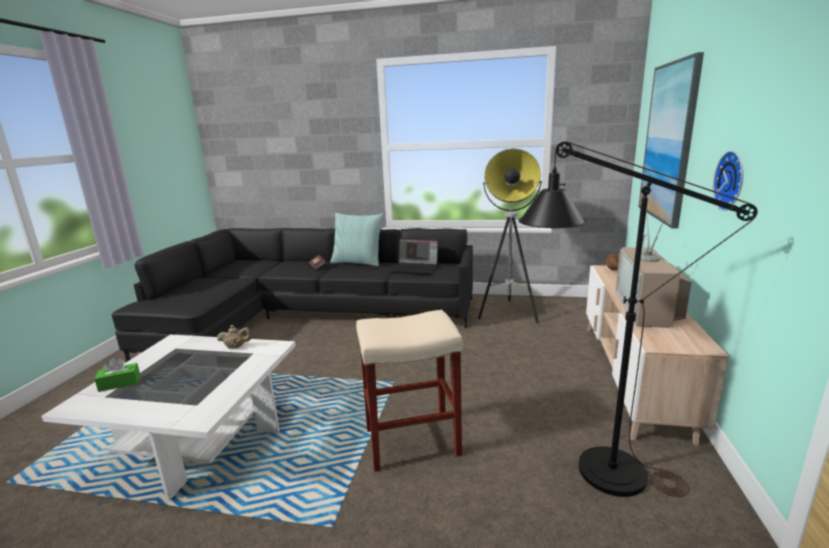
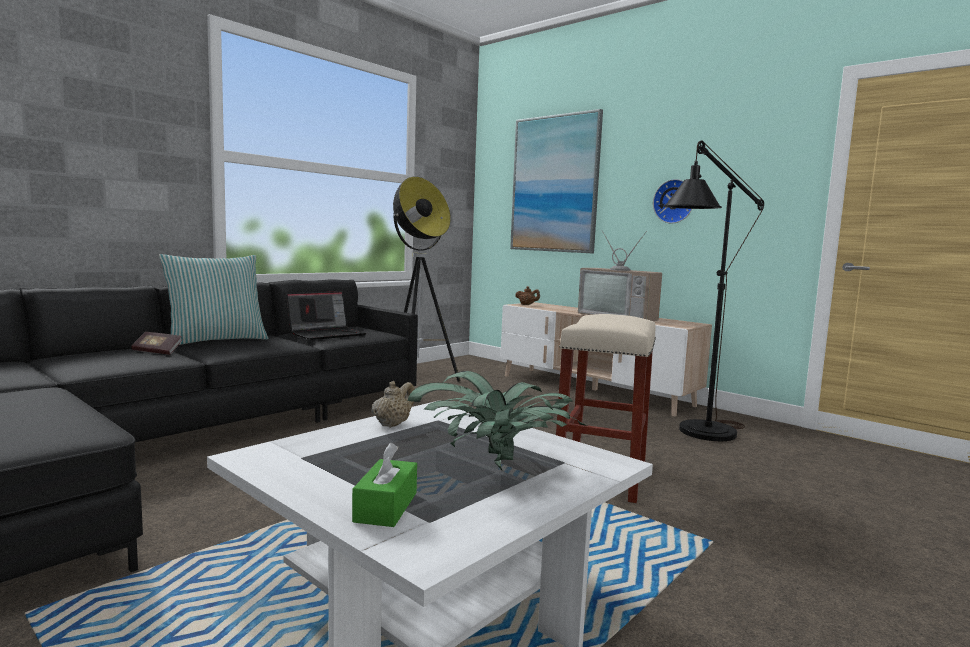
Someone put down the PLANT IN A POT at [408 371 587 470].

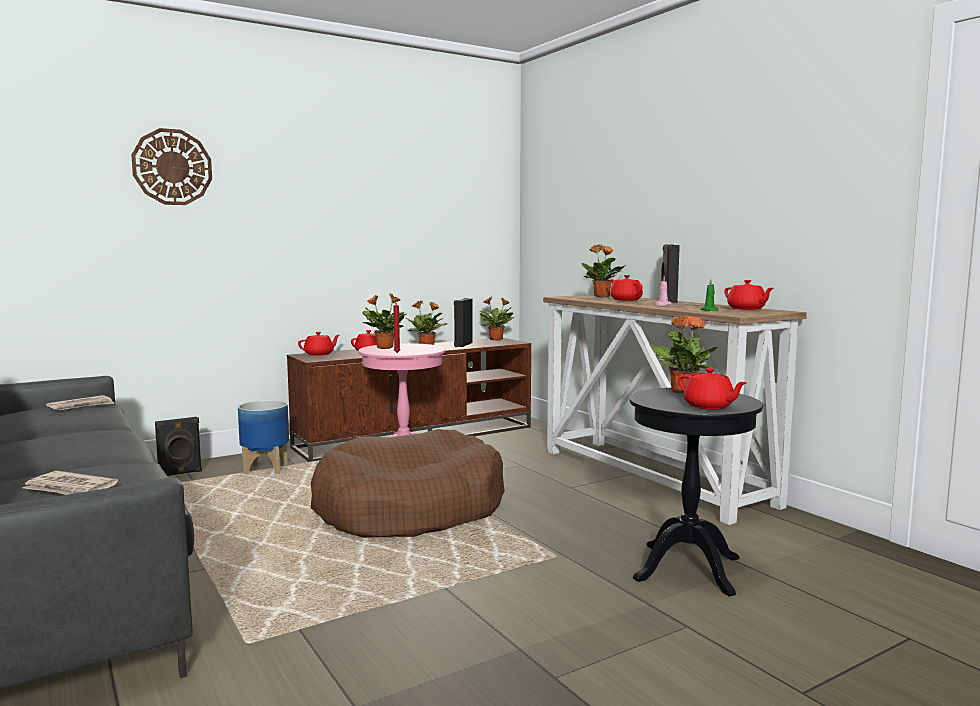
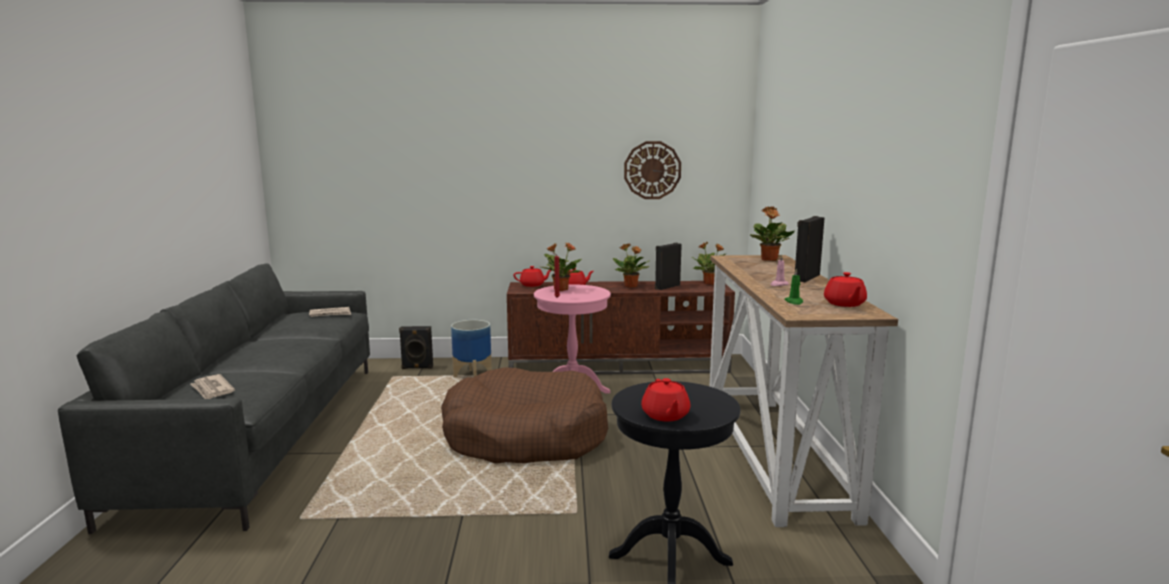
Someone carried the WALL CLOCK from [131 128 212 205] to [624 141 681 199].
Someone took away the RED-COLOURED TEAPOT at [610 275 643 301].
Someone took away the PLANT IN A POT at [649 316 718 393].

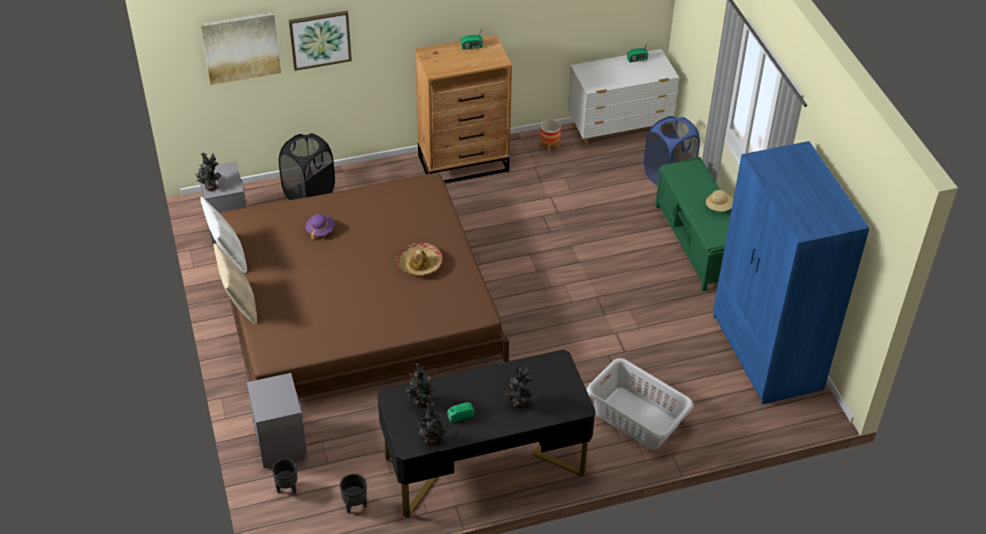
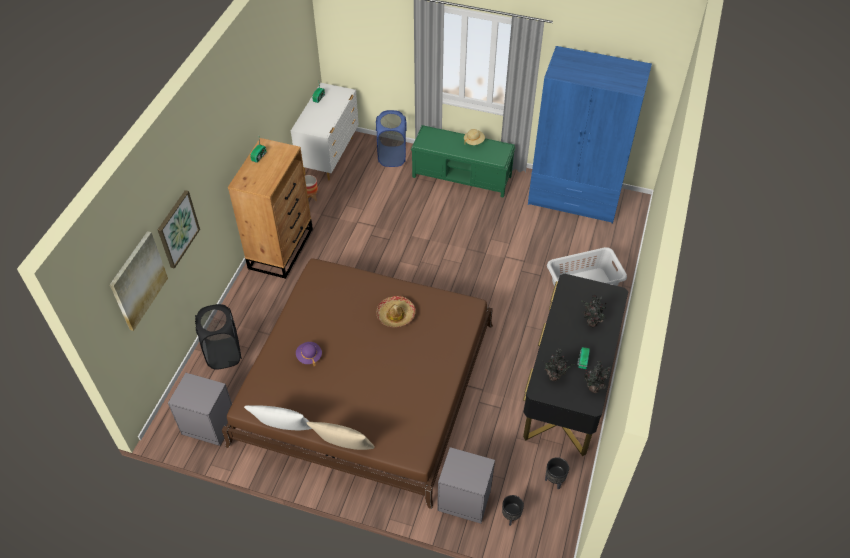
Someone took away the PLANT IN A POT at [195 152 221 191].

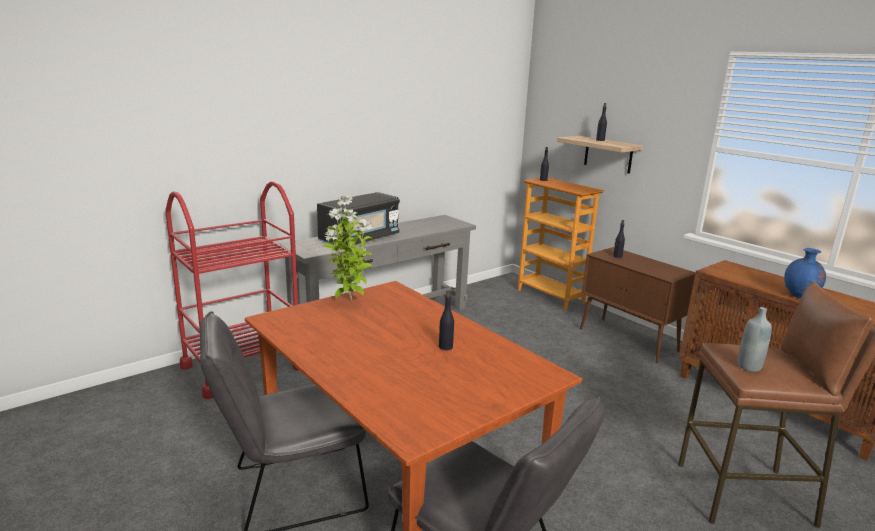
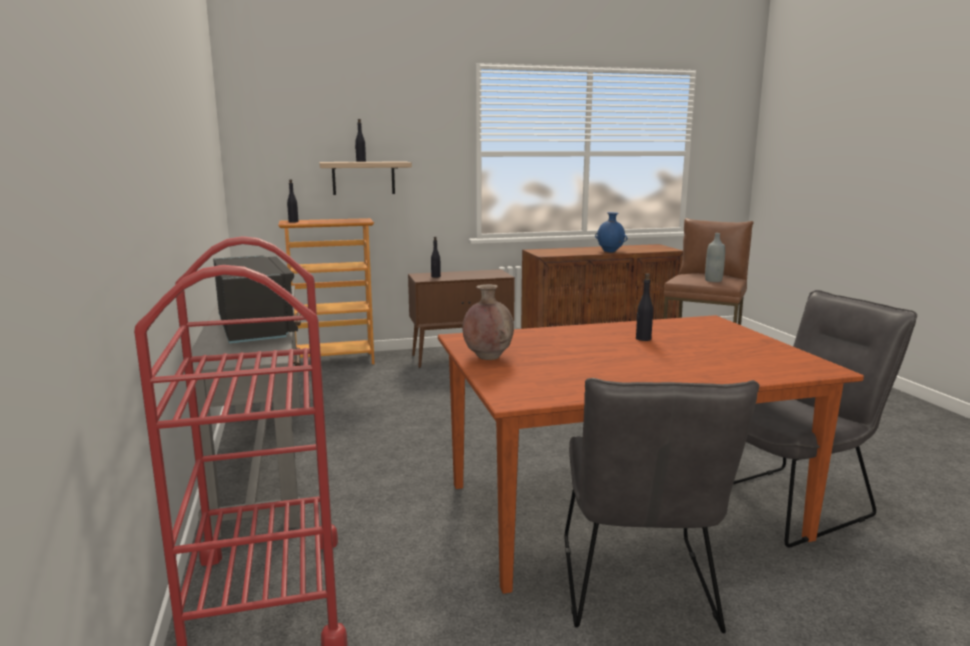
Someone swapped the PLANT IN A POT at [323 195 374 301] for the BROWN-COLOURED DECORATIVE VASE at [462 284 514 360].

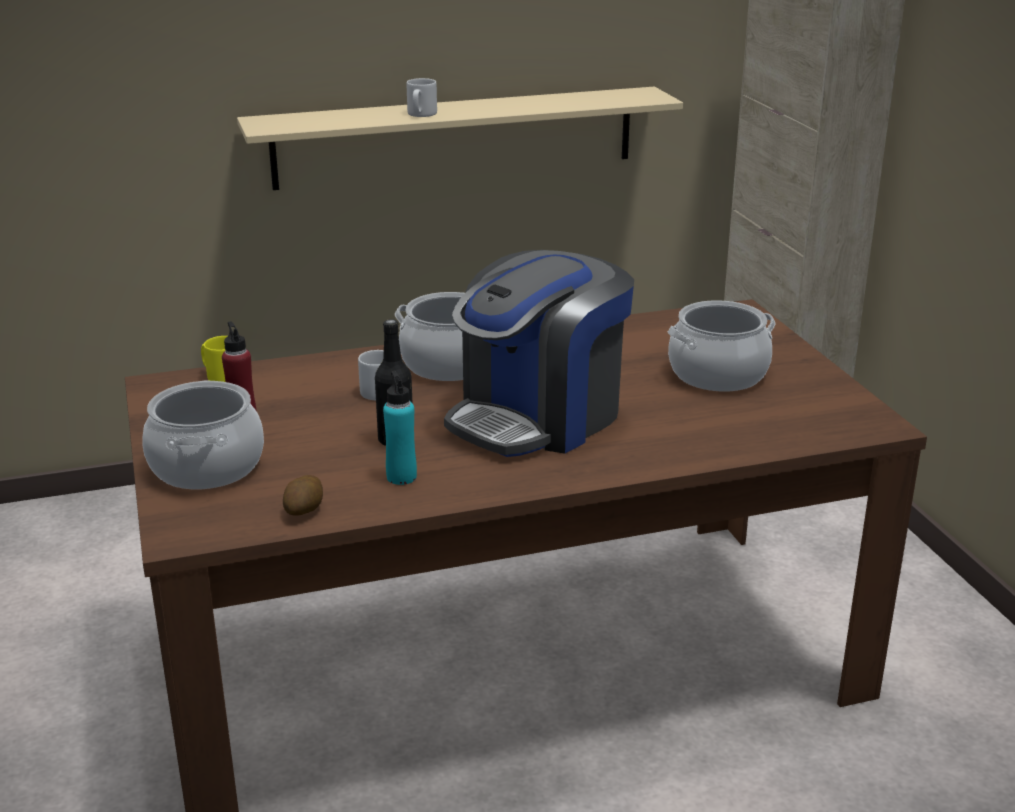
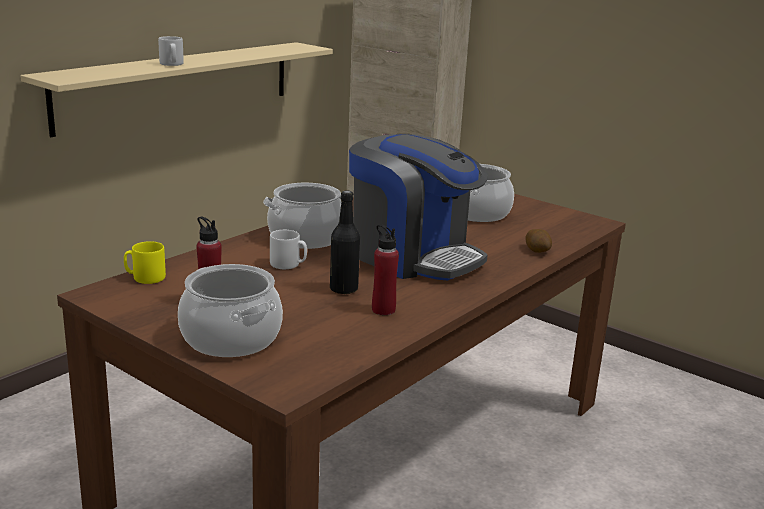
Someone rotated the COFFEE MAKER at [444 250 634 457] by 60 degrees counterclockwise.
Someone repainted the TURQUOISE-COLOURED BEVERAGE BOTTLE at [383 371 417 485], which became the RED-COLOURED BEVERAGE BOTTLE at [372 224 399 315].
Someone carried the WHOLE POTATO from [283 475 323 516] to [525 229 552 253].

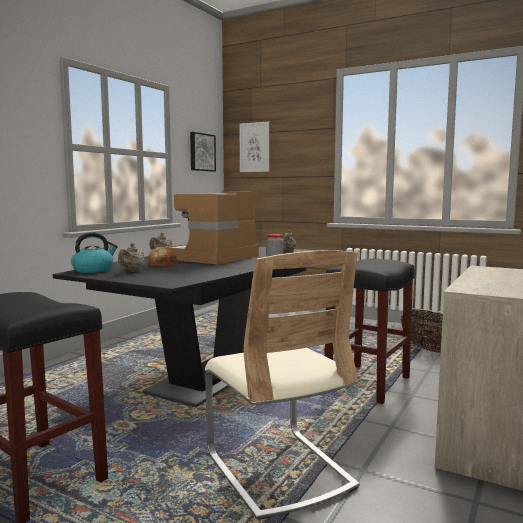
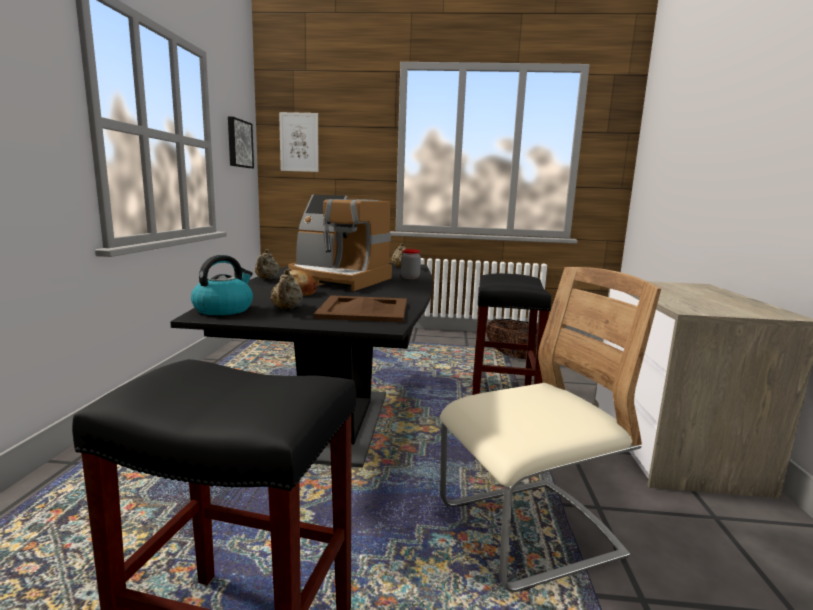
Someone rotated the COFFEE MAKER at [166 190 259 264] by 75 degrees counterclockwise.
Someone rotated the BEIGE PLAIN CHAIR at [205 250 360 520] by 60 degrees counterclockwise.
Someone put down the BROWN-COLOURED CARRYING TRAY at [313 295 407 322].

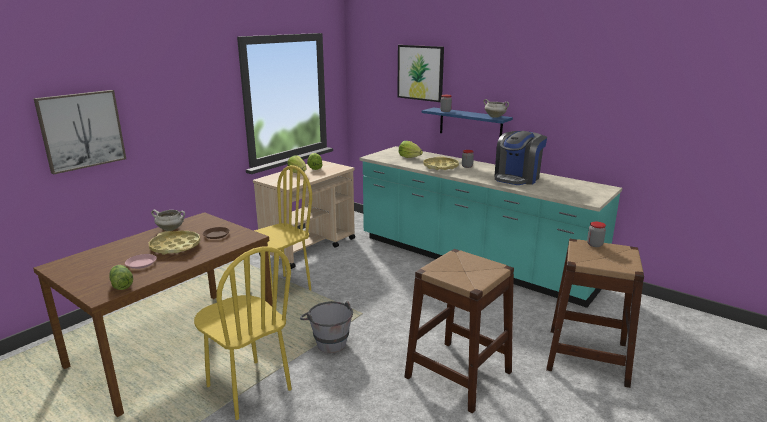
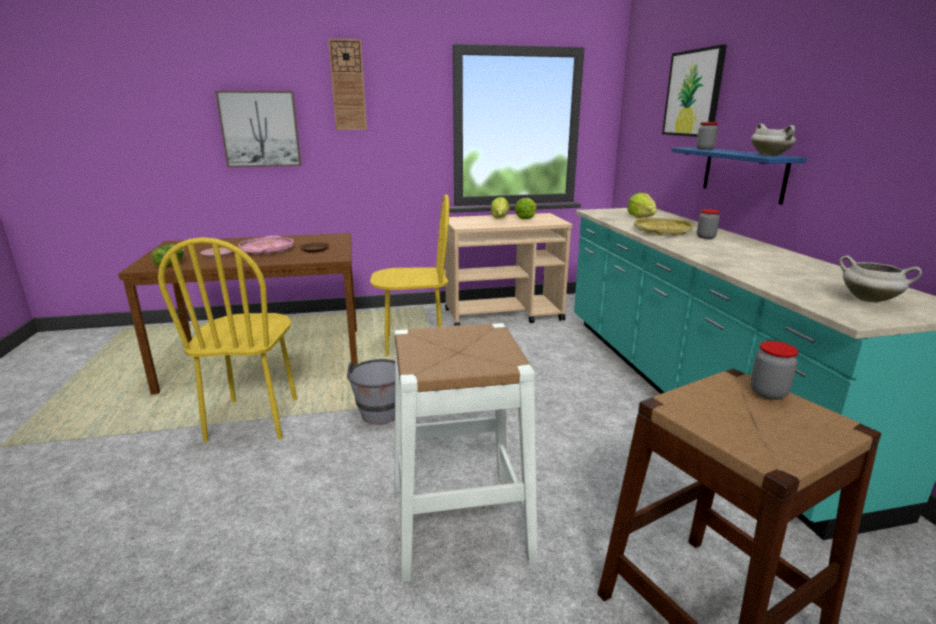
Someone took away the COFFEE MAKER at [494 131 547 185].
Someone carried the WHITE COOKING POT from [151 210 185 231] to [839 256 922 303].
Someone repainted the YELLOW CARRYING TRAY at [149 231 200 255], which became the PINK-COLOURED CARRYING TRAY at [238 236 294 255].
Someone repainted the BROWN-COLOURED SITTING STOOL at [404 249 514 413], which became the WHITE SITTING STOOL at [394 323 538 582].
Someone put up the WALL CLOCK at [328 38 367 130].

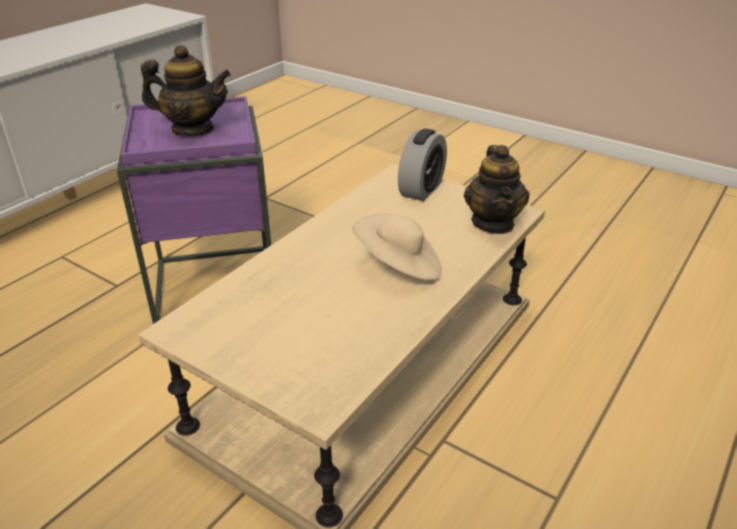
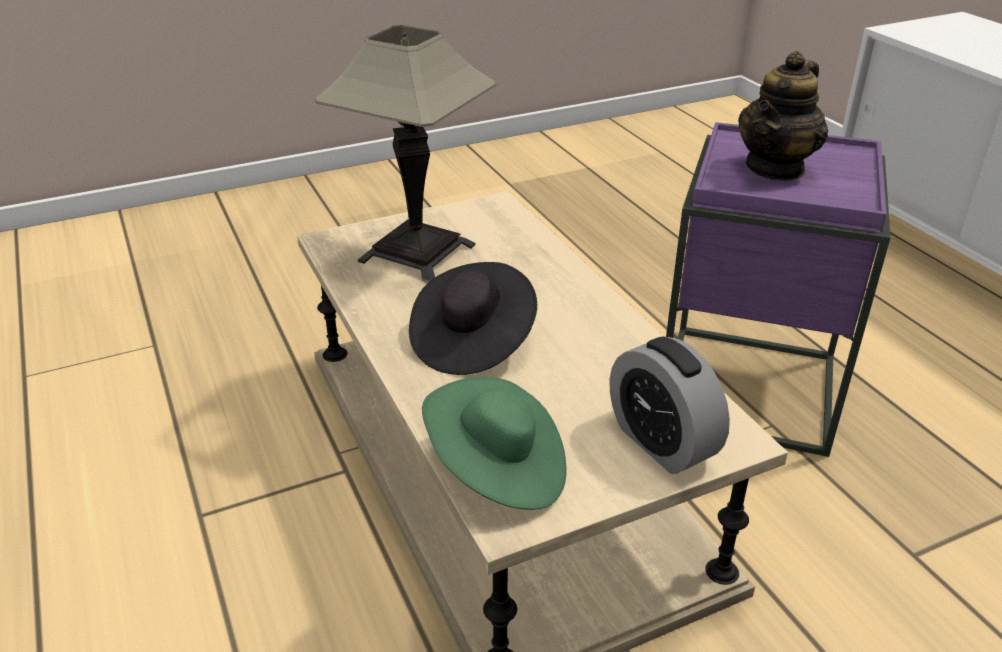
Someone swapped the TEAPOT at [464 145 530 234] for the GREEN-COLOURED HAT at [422 377 566 510].
Someone repainted the BEIGE HAT at [352 213 442 280], which became the BLACKISH HAT at [409 262 537 375].
Someone put down the TABLE LAMP at [315 24 497 283].

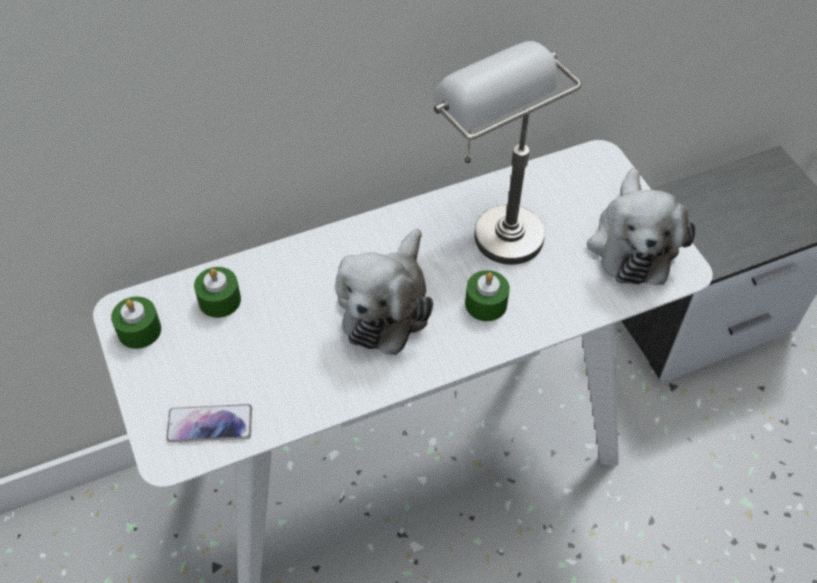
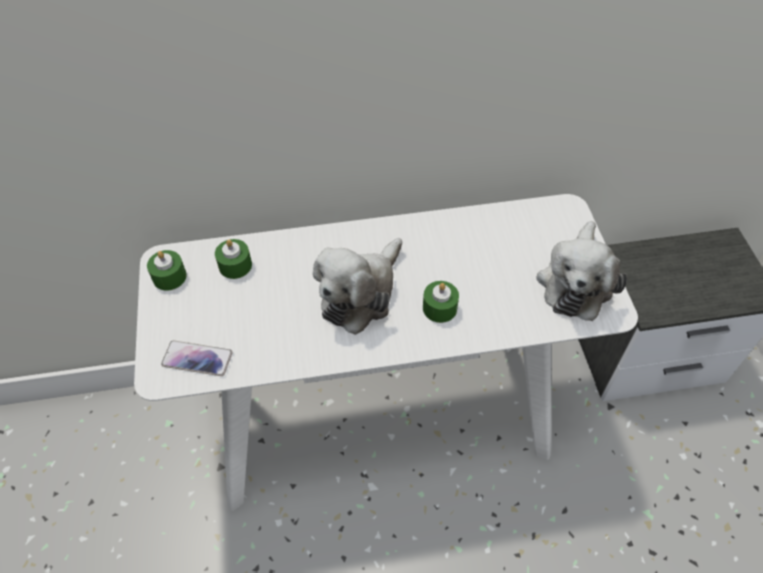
Someone took away the GREYISH TABLE LAMP at [434 41 581 265].

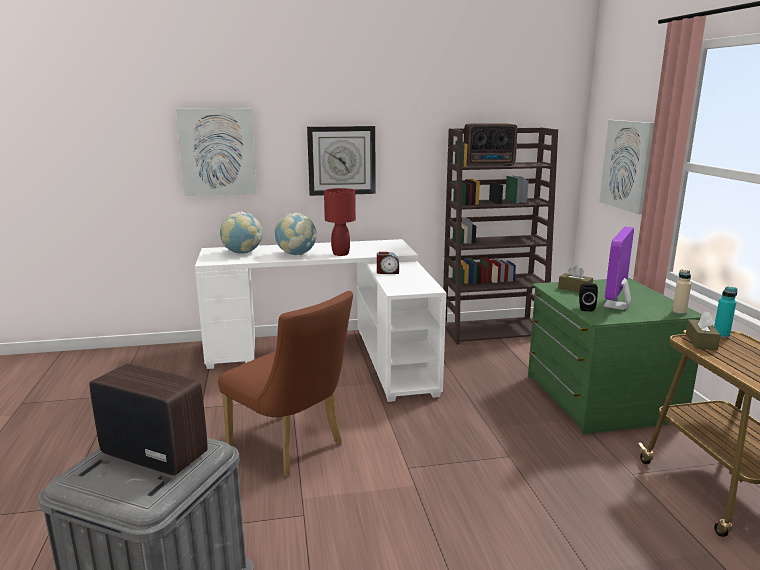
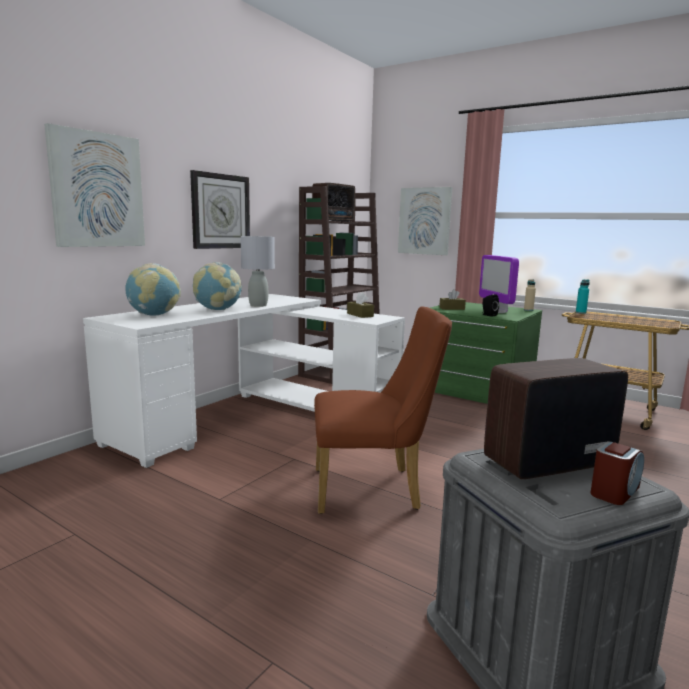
Someone repainted the RED-COLOURED TABLE LAMP at [324 188 356 256], which became the GREYISH TABLE LAMP at [241 236 275 307].
Someone carried the ALARM CLOCK from [377 252 399 274] to [591 441 644 505].
Someone carried the BROWN-COLOURED BOX OF TISSUES from [686 312 721 350] to [347 292 374 318].

